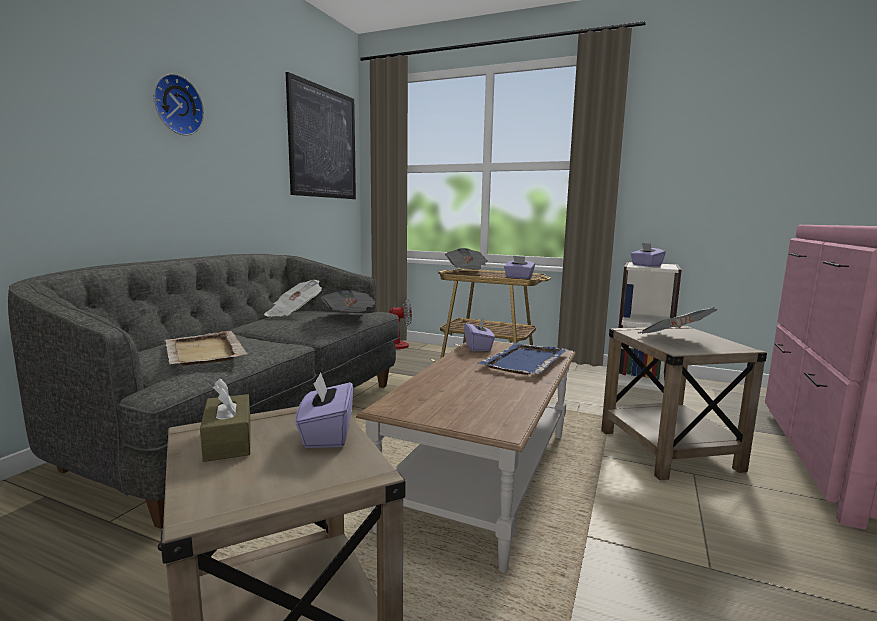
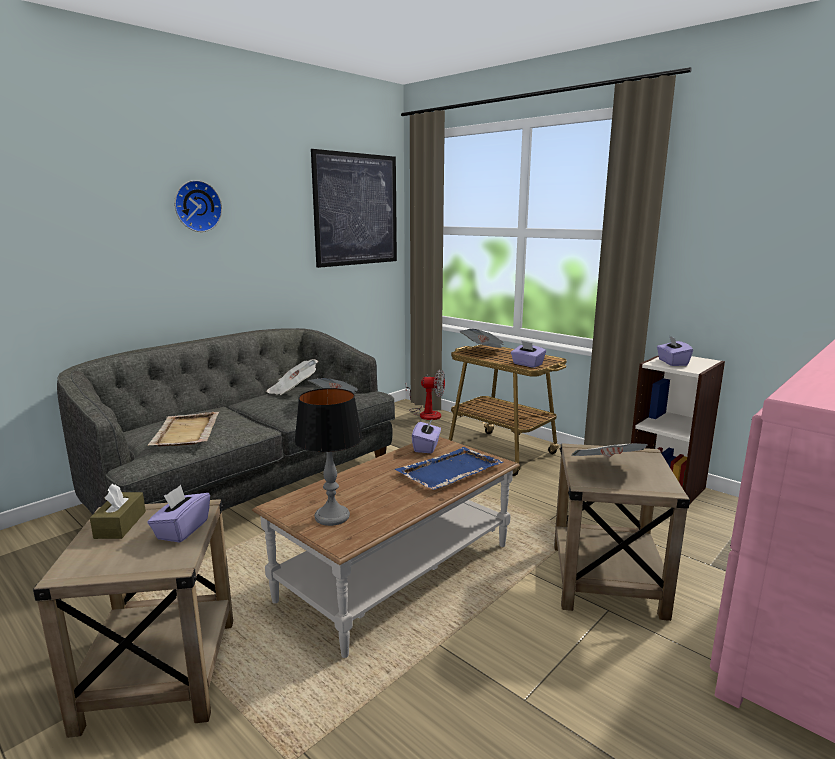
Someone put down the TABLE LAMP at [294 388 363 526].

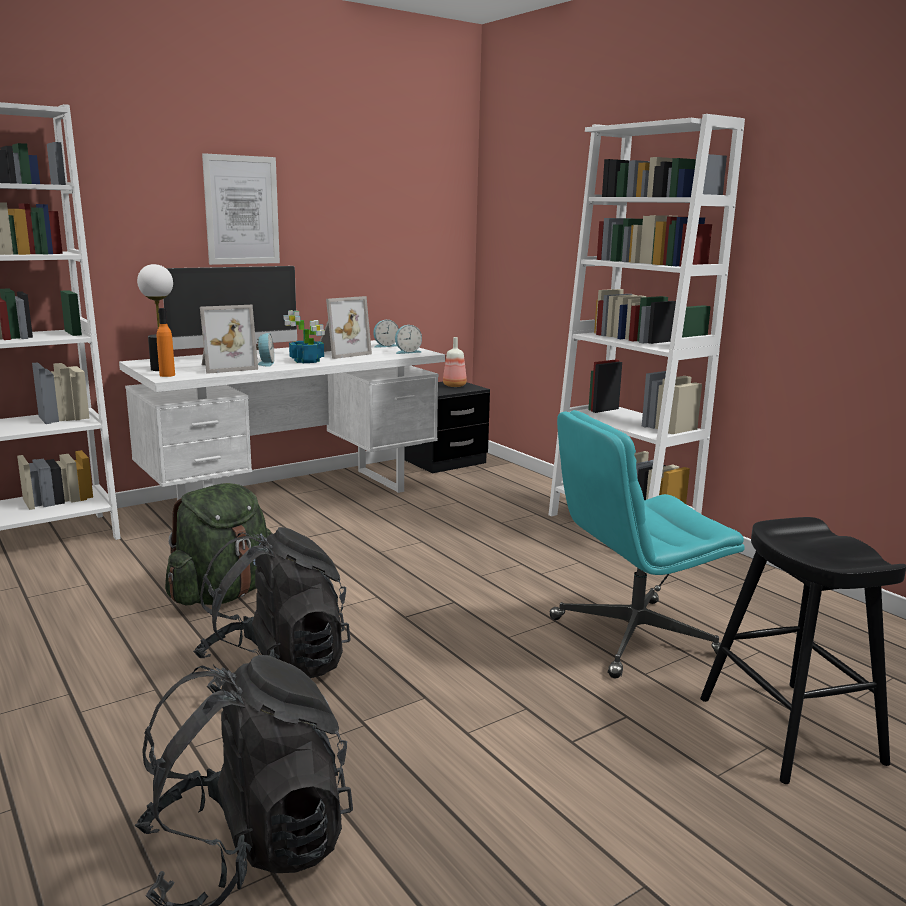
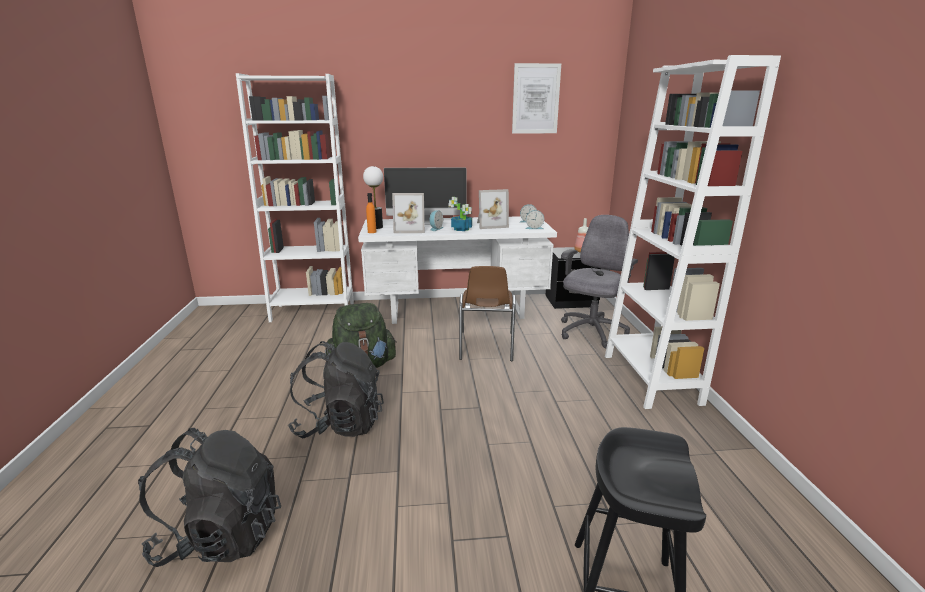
Someone carried the PICTURE from [202 153 280 265] to [512 63 561 134].
Someone took away the TURQUOISE-COLOURED DESK CHAIR at [550 410 744 678].
Someone put down the GREYISH DESK CHAIR at [561 215 638 348].
Someone put down the BROWN-COLOURED PLAIN CHAIR at [459 266 516 361].

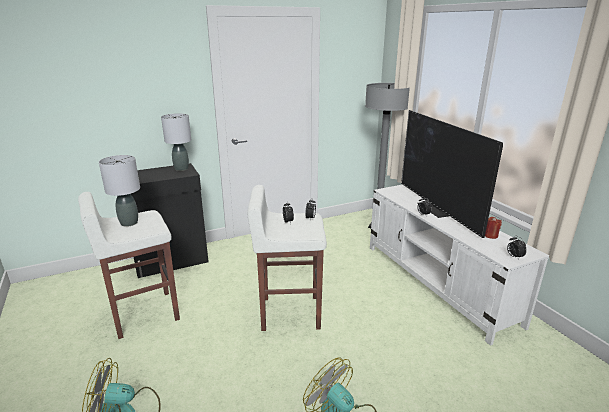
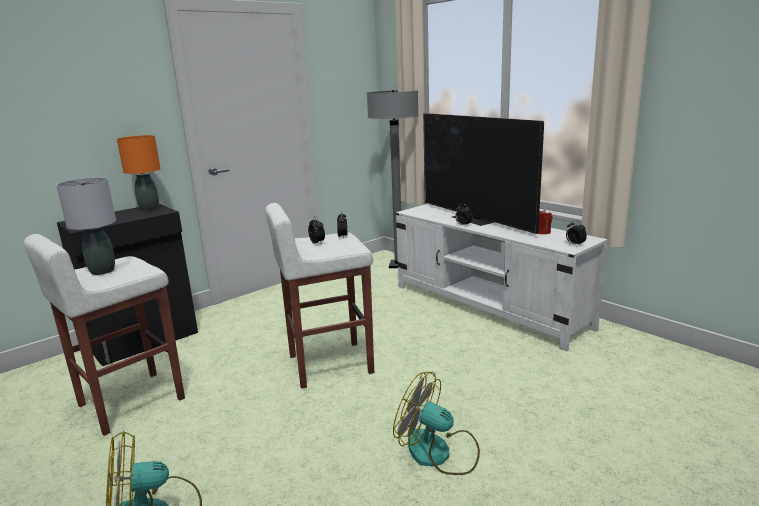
Someone repainted the GREYISH TABLE LAMP at [161 113 191 171], which became the ORANGEY TABLE LAMP at [117 135 161 211].

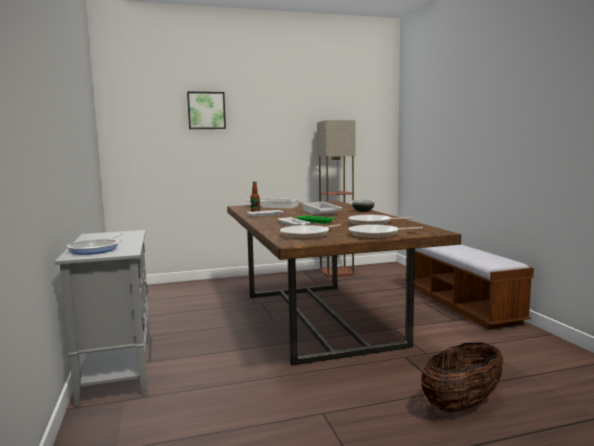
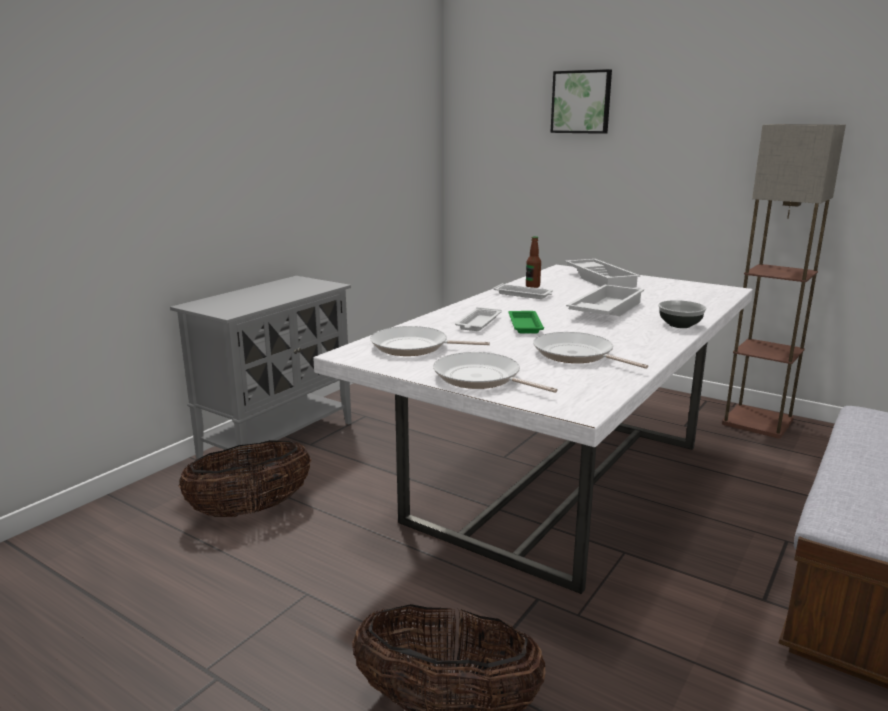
Someone repainted the BROWN-COLOURED DINNER TABLE at [227 201 461 365], which became the WHITE DINNER TABLE at [313 265 753 594].
Someone took away the SKILLET at [67 233 123 255].
Someone put down the HOUSEHOLD BASKET at [179 440 311 517].

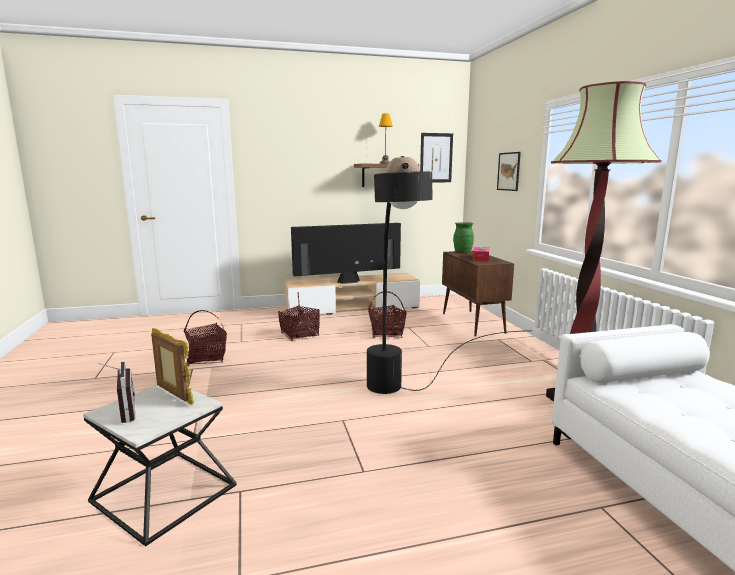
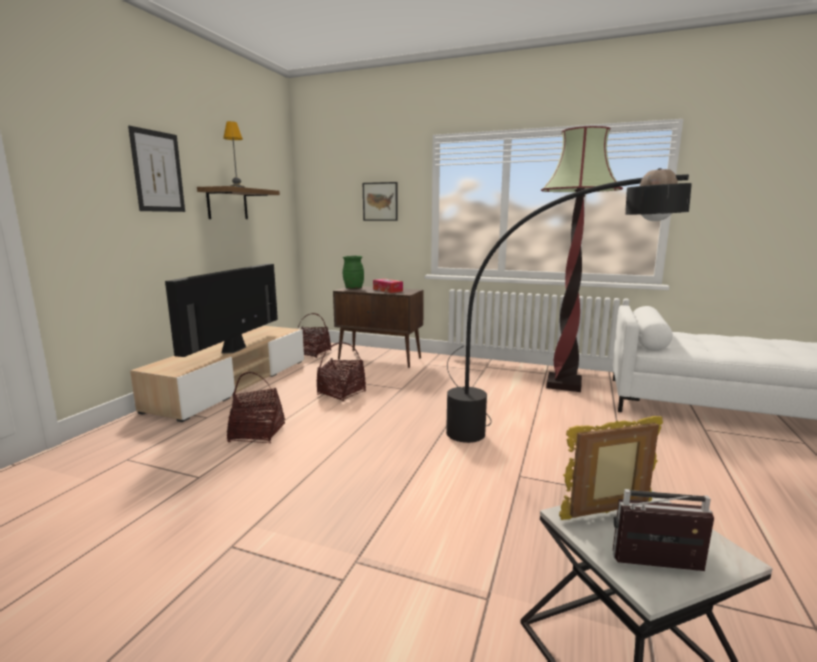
Someone carried the PICTURE from [420 133 453 182] to [128 126 185 212].
Someone carried the HOUSEHOLD BASKET from [184 310 227 366] to [298 313 331 358].

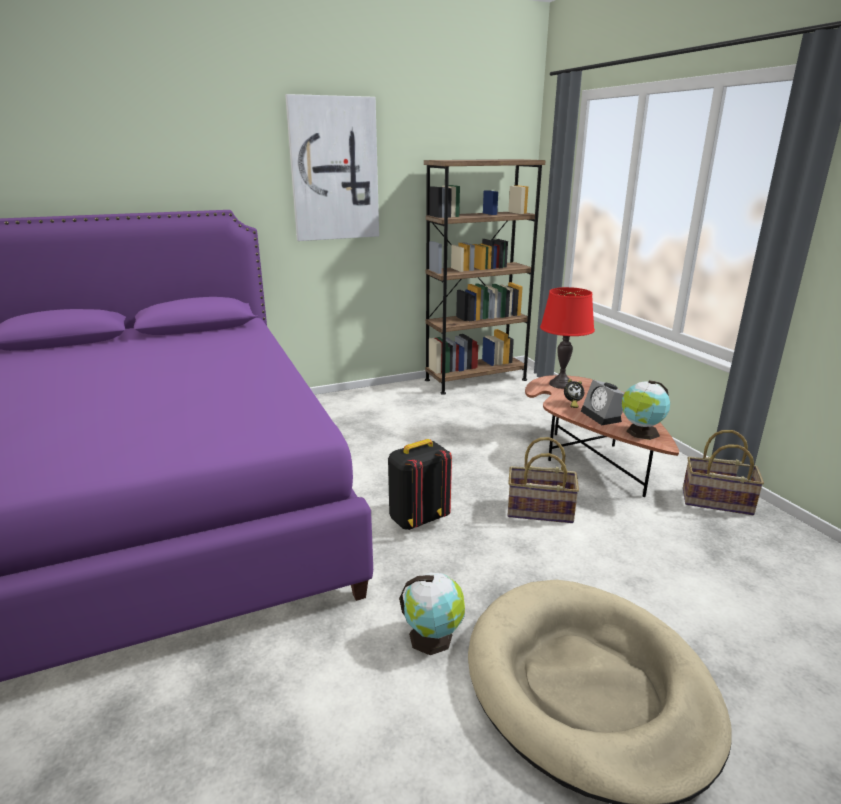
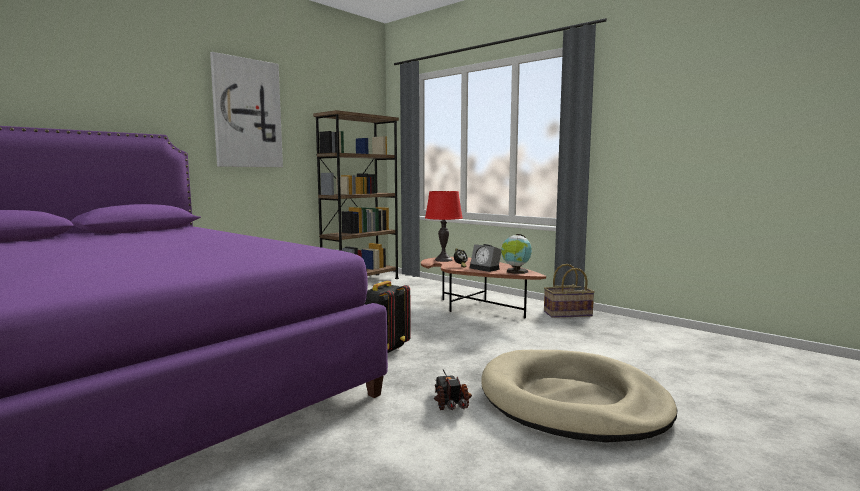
Someone took away the HOUSEHOLD BASKET at [507 437 579 523].
Someone swapped the GLOBE at [399 573 465 655] for the TOY TRUCK at [434 369 472 410].

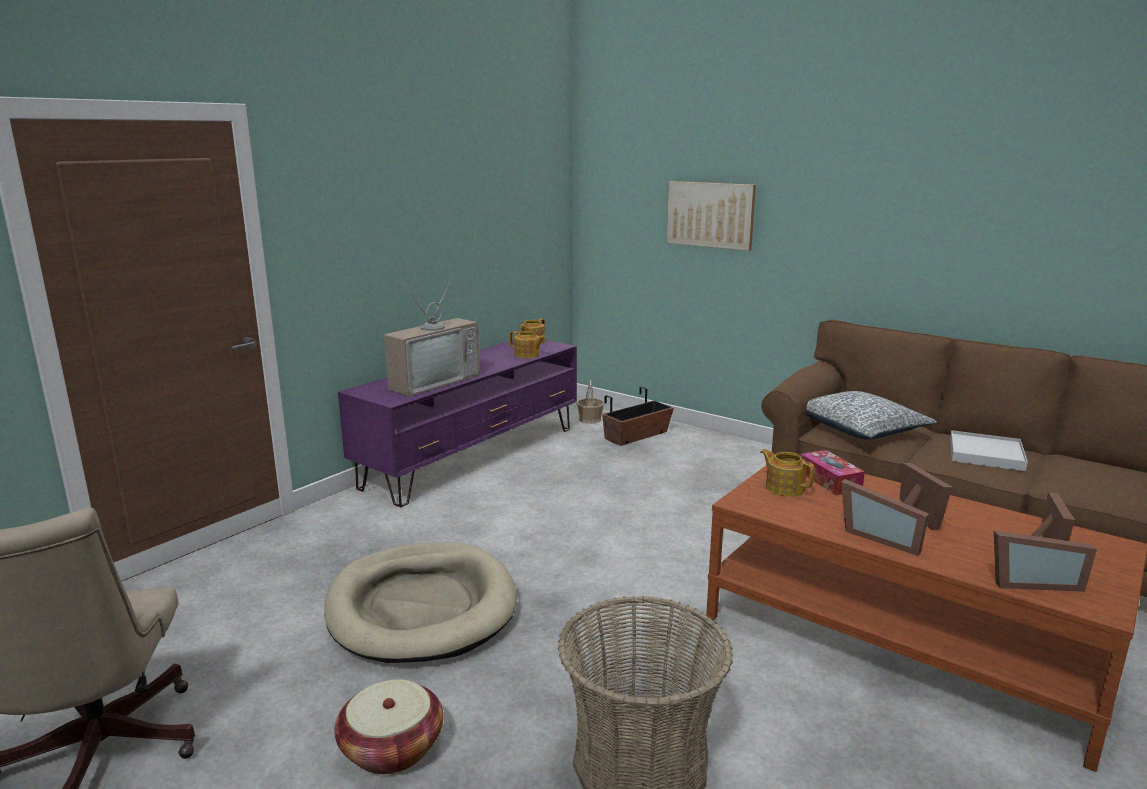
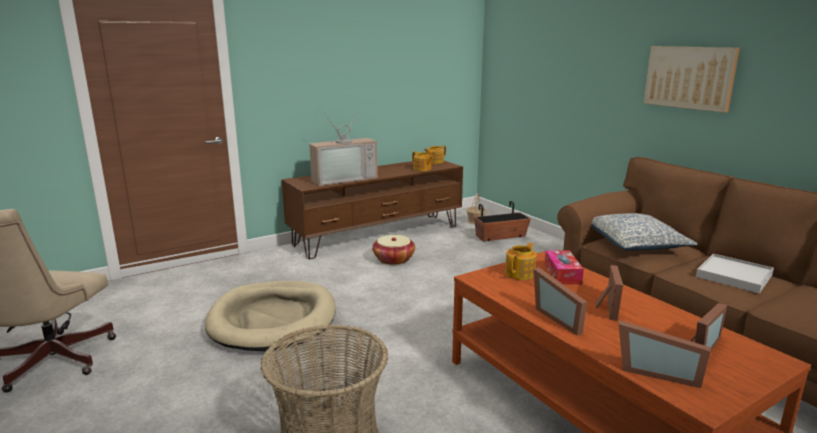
Someone carried the PICTURE from [667 181 756 251] to [644 46 740 113].
Someone repainted the PURPLE-COLOURED MEDIA CONSOLE at [338 340 577 507], which became the BROWN-COLOURED MEDIA CONSOLE at [282 161 463 259].
Someone rotated the TEAPOT at [760 449 815 497] by 60 degrees clockwise.
Someone carried the HOUSEHOLD BASKET from [335 679 443 774] to [372 235 415 265].

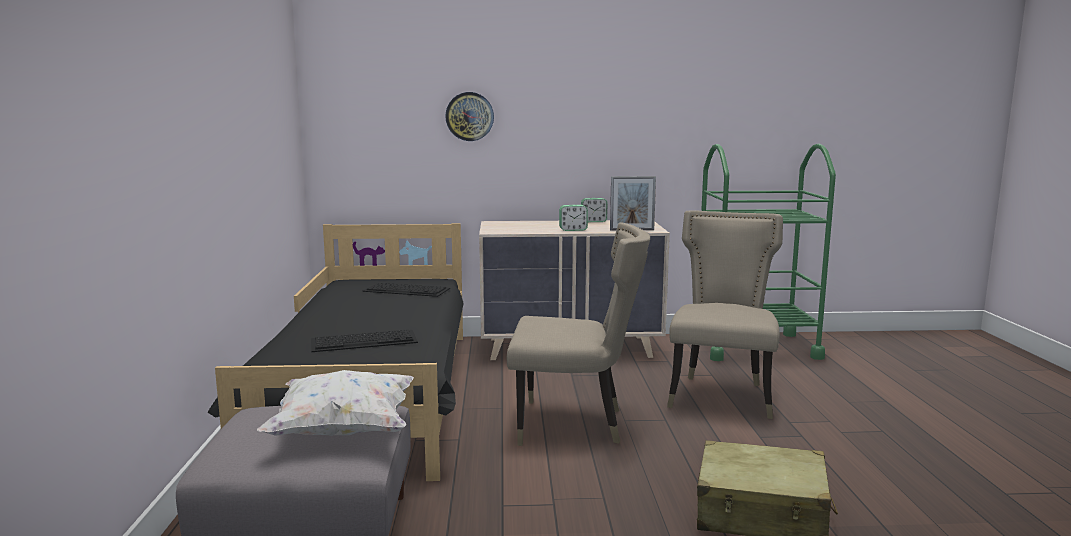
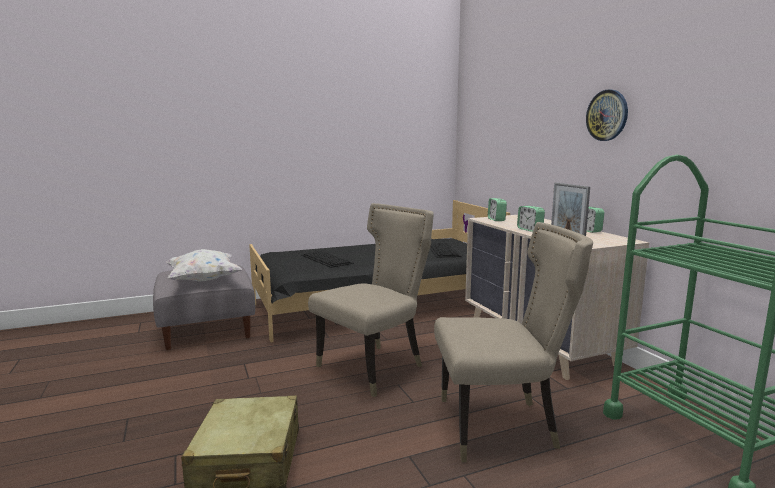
Someone carried the WALL CLOCK from [445 92 494 141] to [586 90 628 141].
Someone rotated the BEIGE PLAIN CHAIR at [507 223 650 446] by 120 degrees counterclockwise.
Someone put down the ALARM CLOCK at [488 198 507 221].

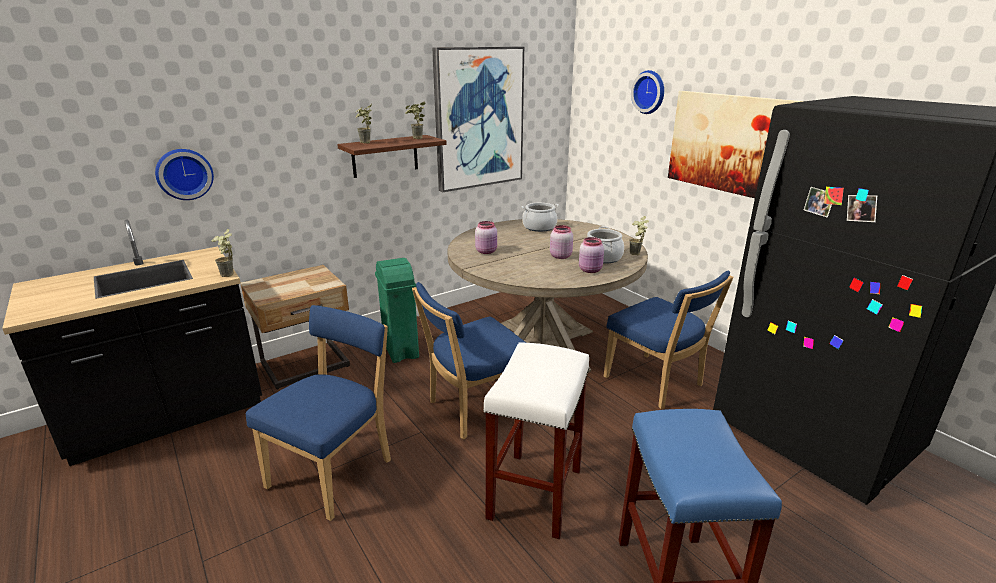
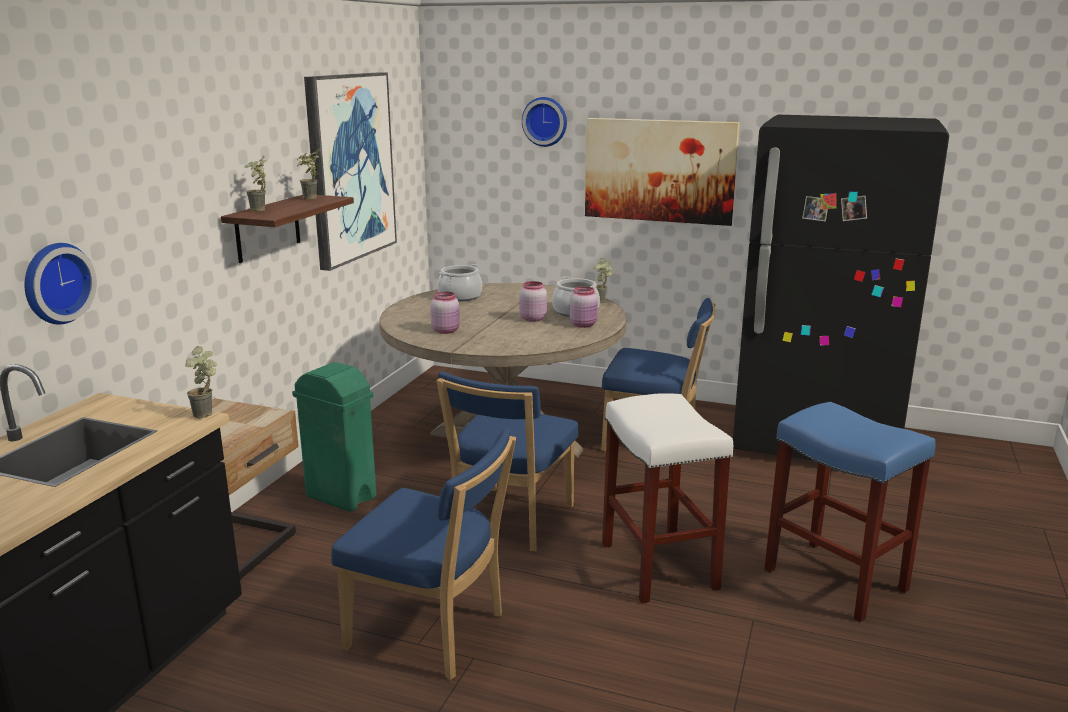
Someone rotated the BLUE-COLOURED PLAIN CHAIR at [246 305 391 521] by 120 degrees clockwise.

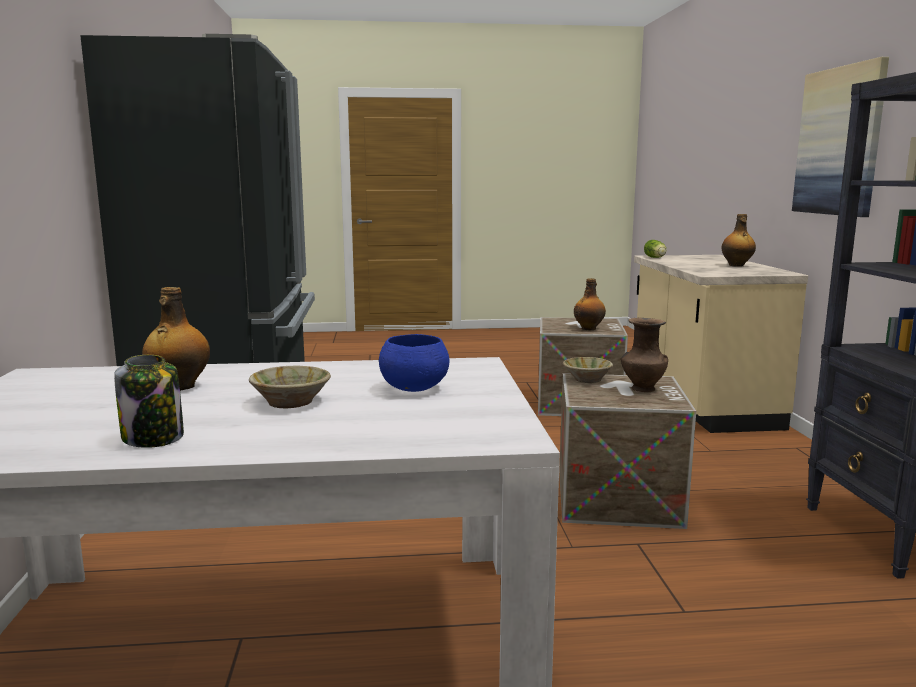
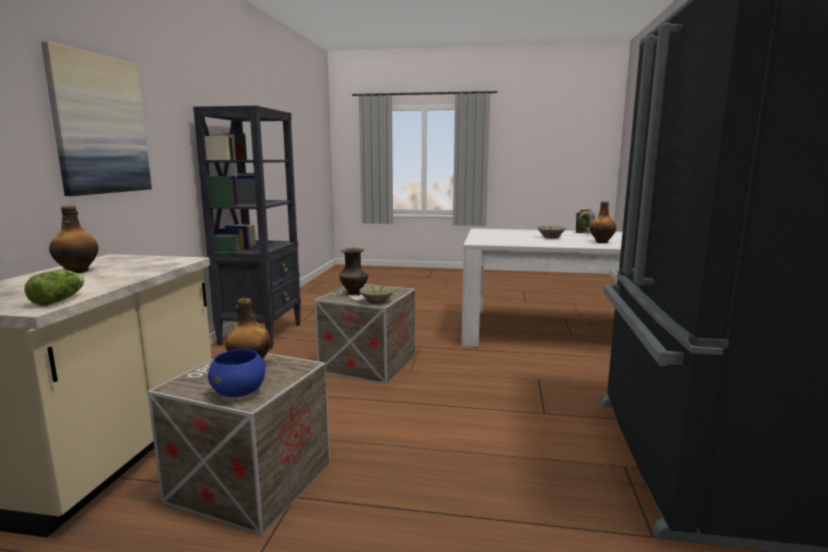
Someone carried the BLUE-COLOURED BOWL from [379 334 449 392] to [208 349 265 397].

